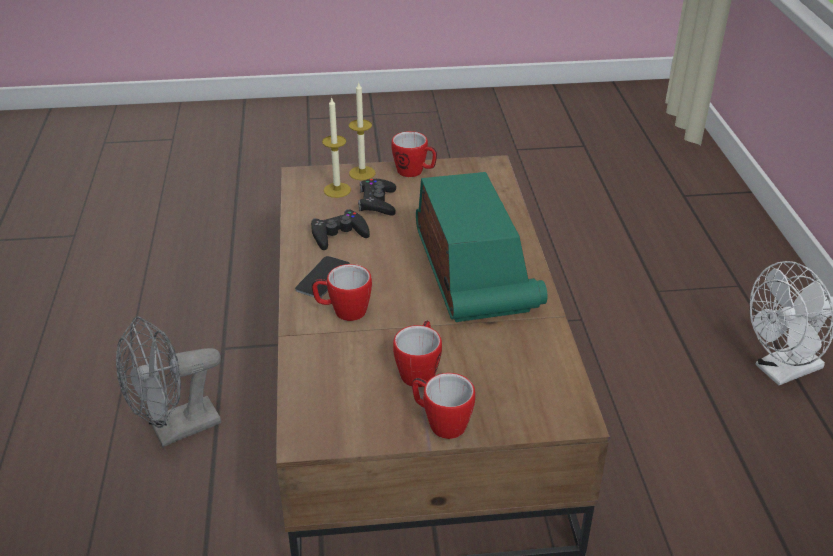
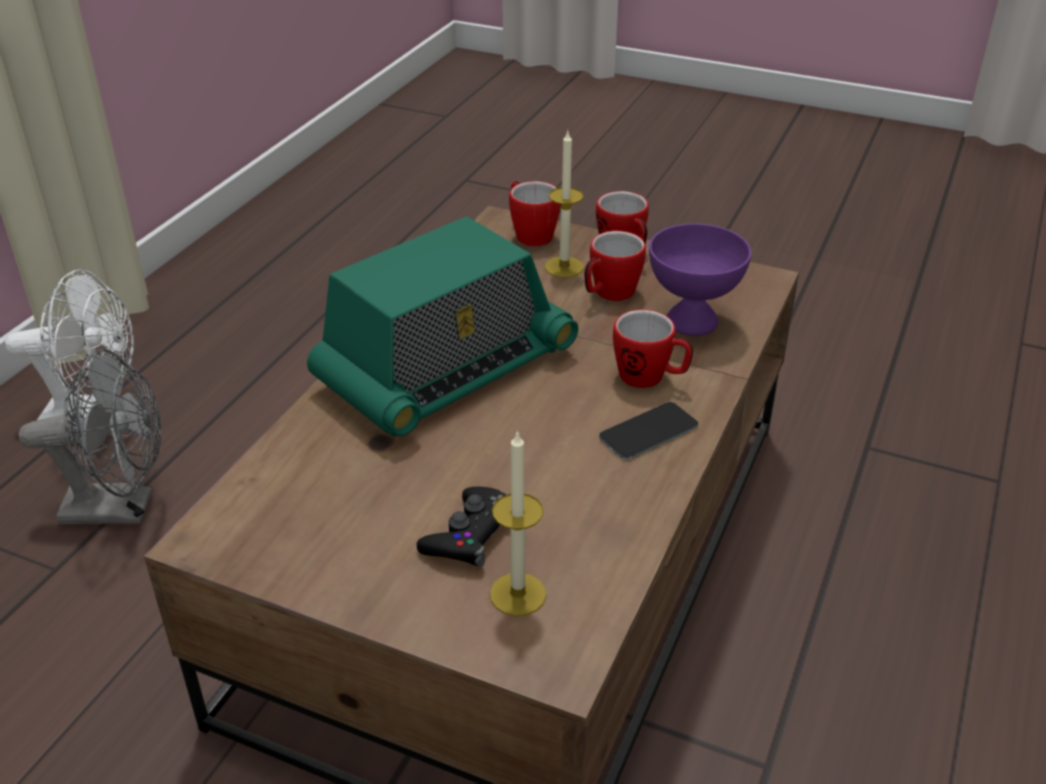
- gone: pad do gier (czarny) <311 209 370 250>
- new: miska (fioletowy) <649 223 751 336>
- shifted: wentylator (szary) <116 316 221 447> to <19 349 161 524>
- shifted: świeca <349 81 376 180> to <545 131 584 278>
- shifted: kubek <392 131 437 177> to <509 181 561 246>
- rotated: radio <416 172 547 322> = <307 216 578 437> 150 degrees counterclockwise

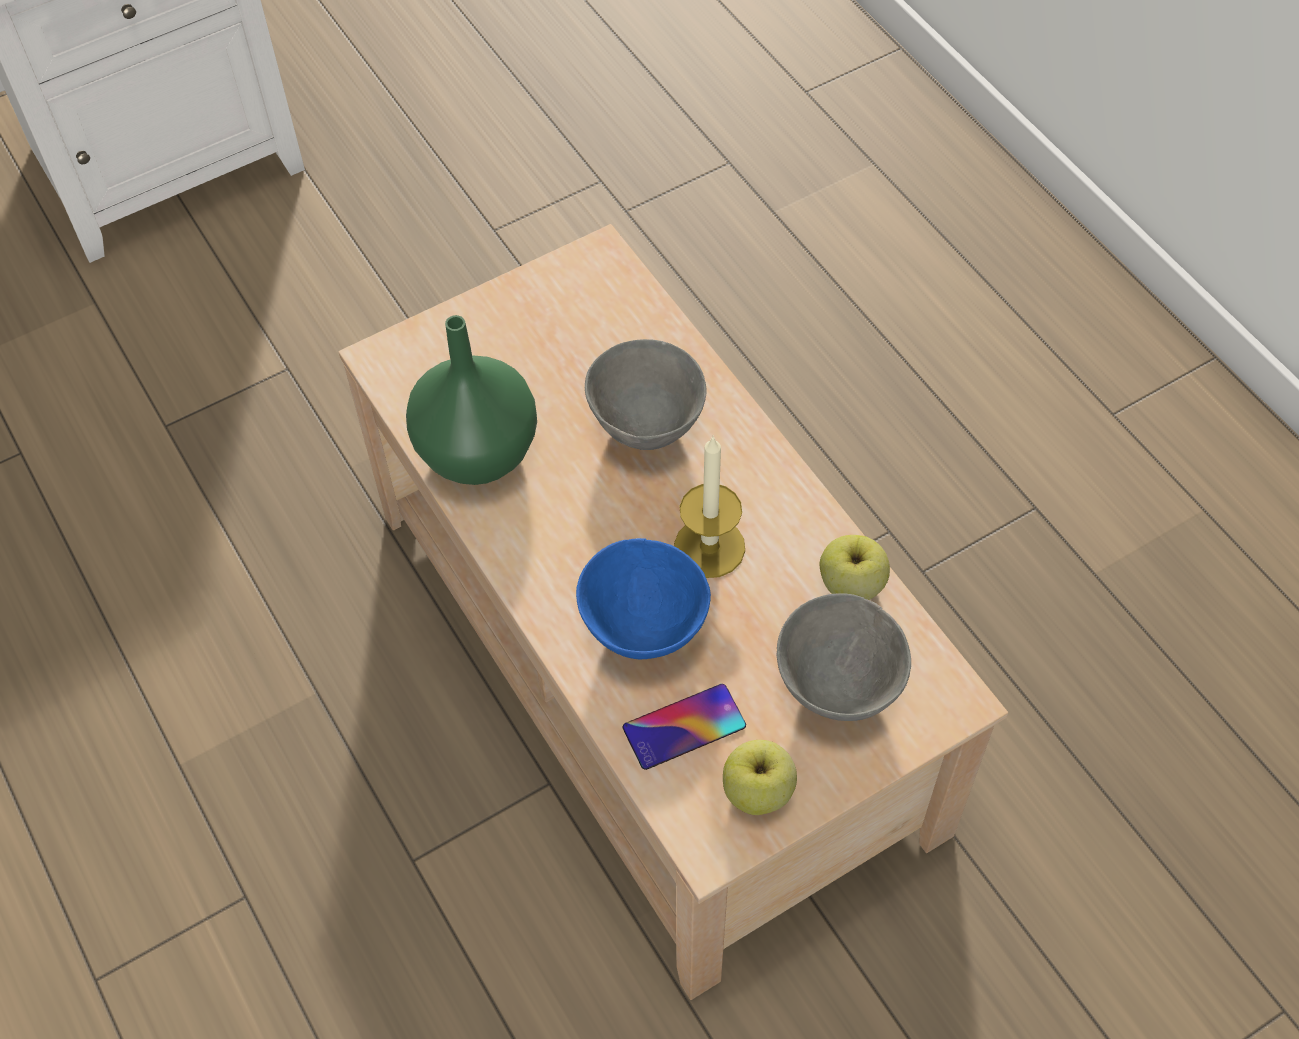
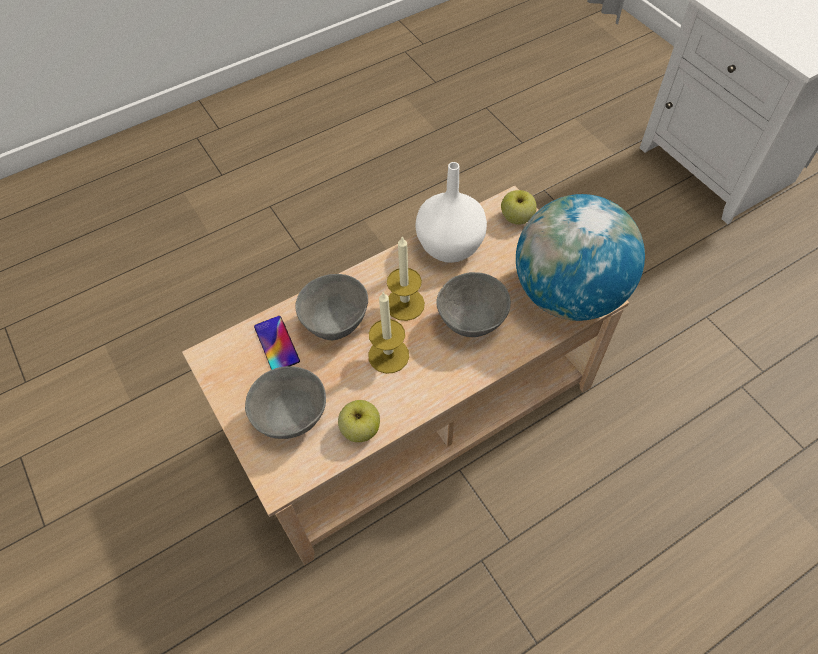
- new: świeca <387 236 425 321>
- new: globus <516 194 645 321>
- shifted: jabłko <723 740 797 815> to <501 190 537 225>
- repainted: wazon (zielony) <406 315 537 485> to wazon (biały) <415 162 487 263>
- repainted: miska (niebieski) <576 538 711 659> to miska (szary) <295 274 368 340>

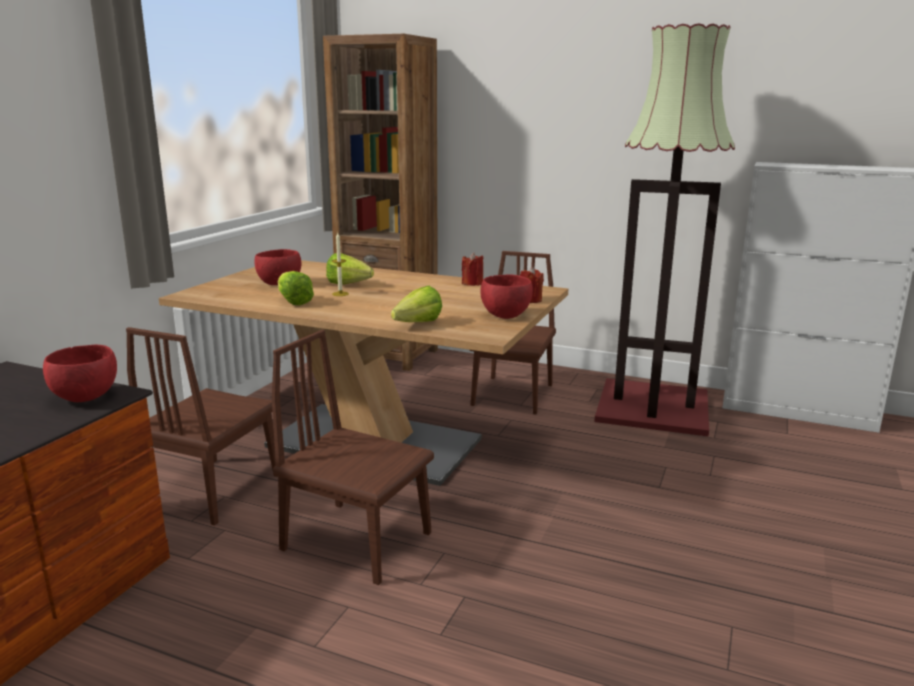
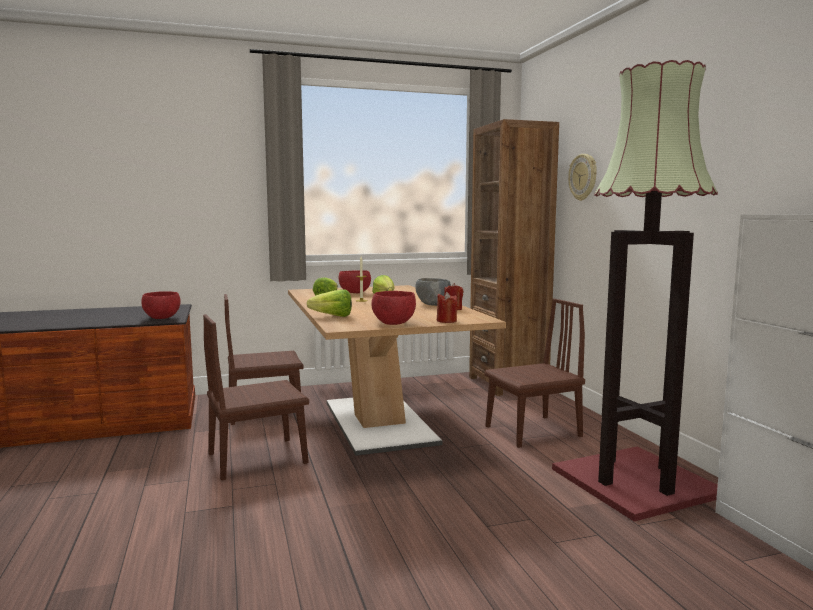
- new: miska (szary) <415 278 451 306>
- new: zegar ścienny <568 154 597 201>
- rotated: krzesło (brązowy) <272 330 434 585> = <203 314 309 480> 105 degrees counterclockwise

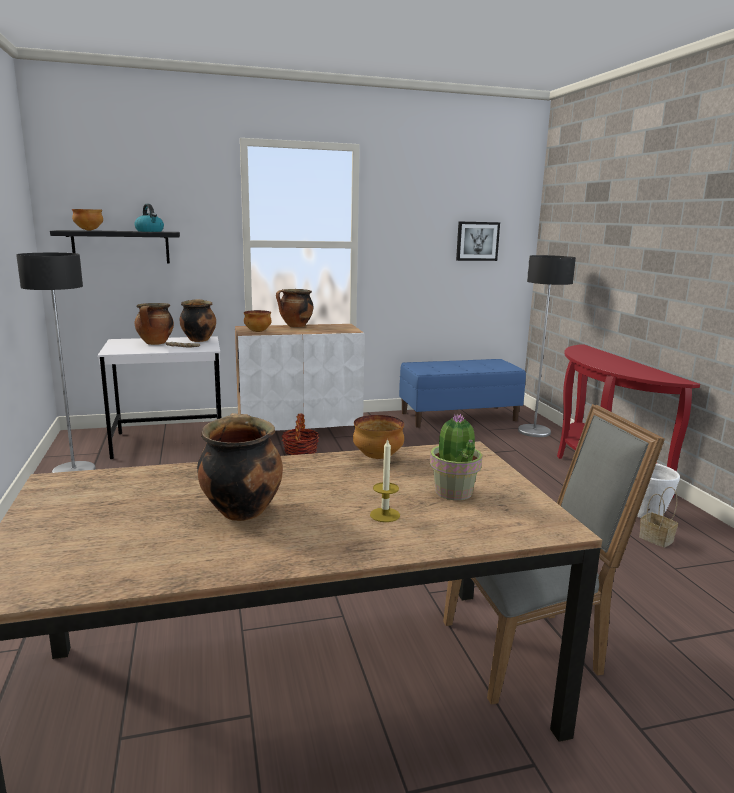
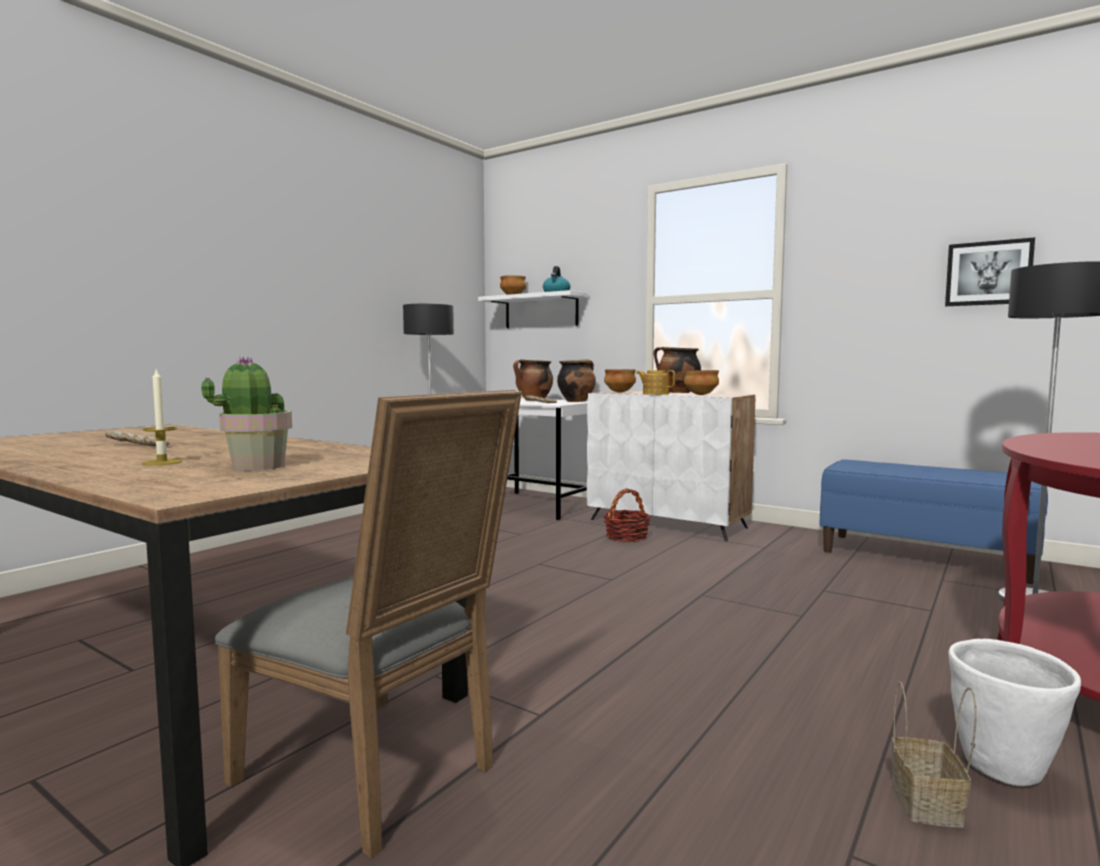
- new: imbryk <636 370 675 395>
- shifted: miska <353 415 404 459> to <684 370 719 395>
- swapped: garnek <197 413 283 521> to chleb <105 431 170 446>
- repainted: półka (czarny) <50 230 180 263> to półka (biały) <478 290 589 328>

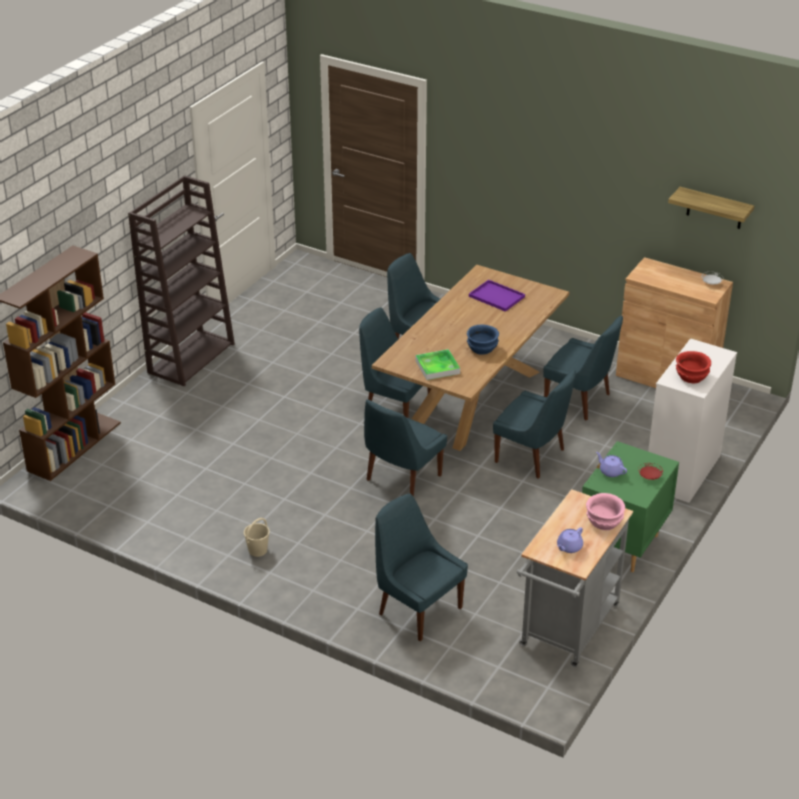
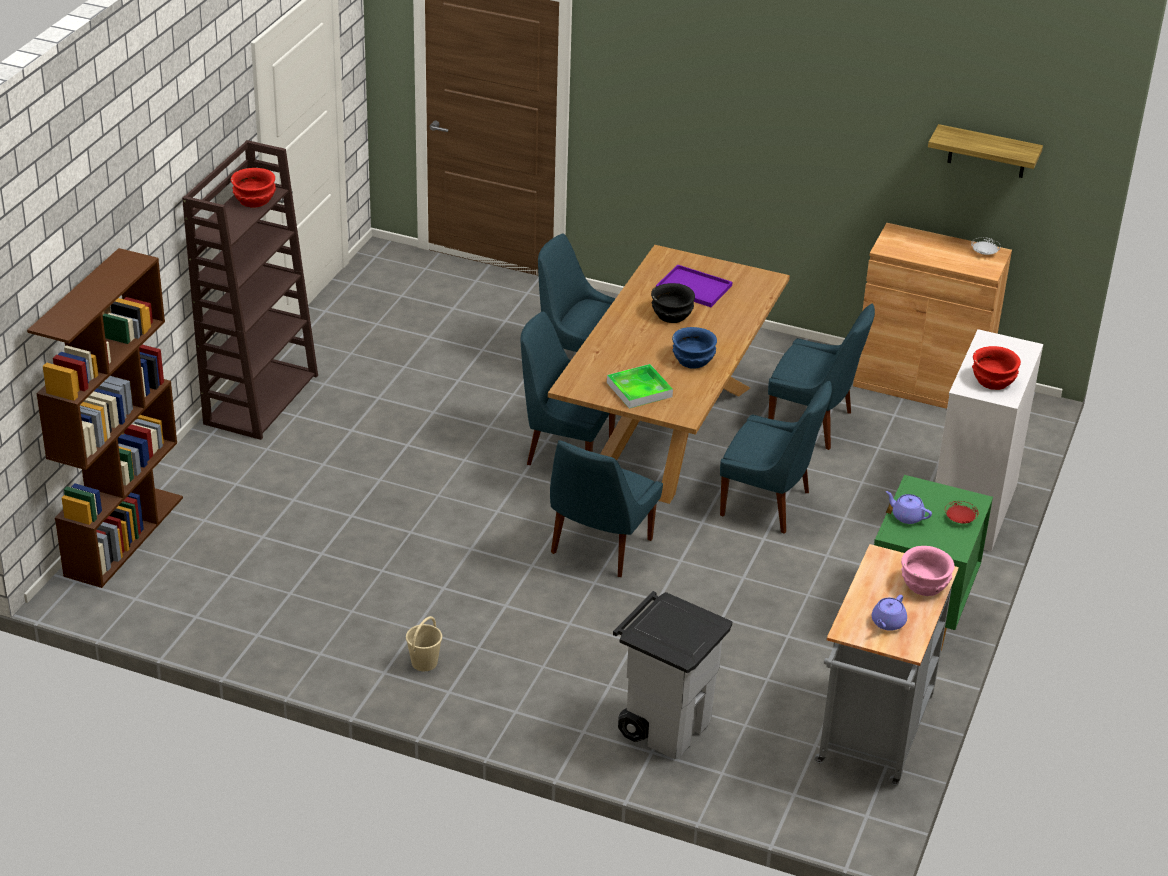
- new: miska (czerwony) <231 168 276 208>
- new: miska (czarny) <651 283 695 323>
- swapped: krzesło (niebieski) <375 494 468 641> to kosz na śmieci (szary) <613 591 733 759>

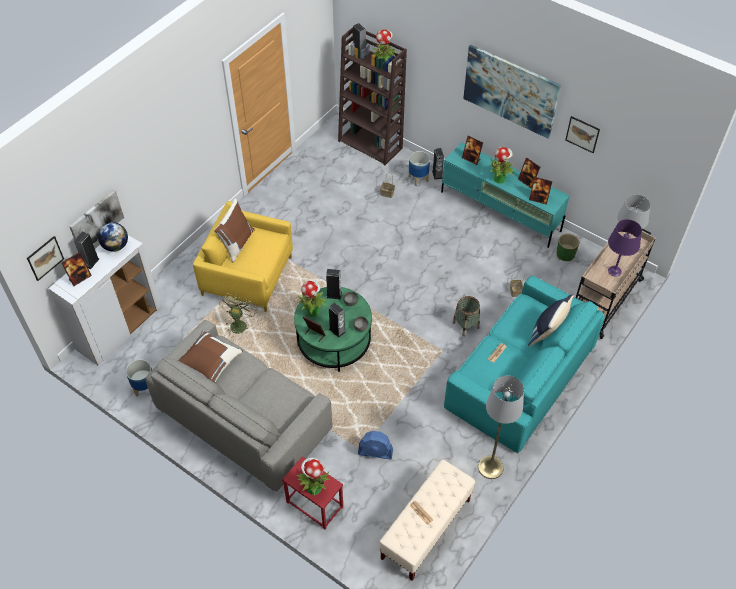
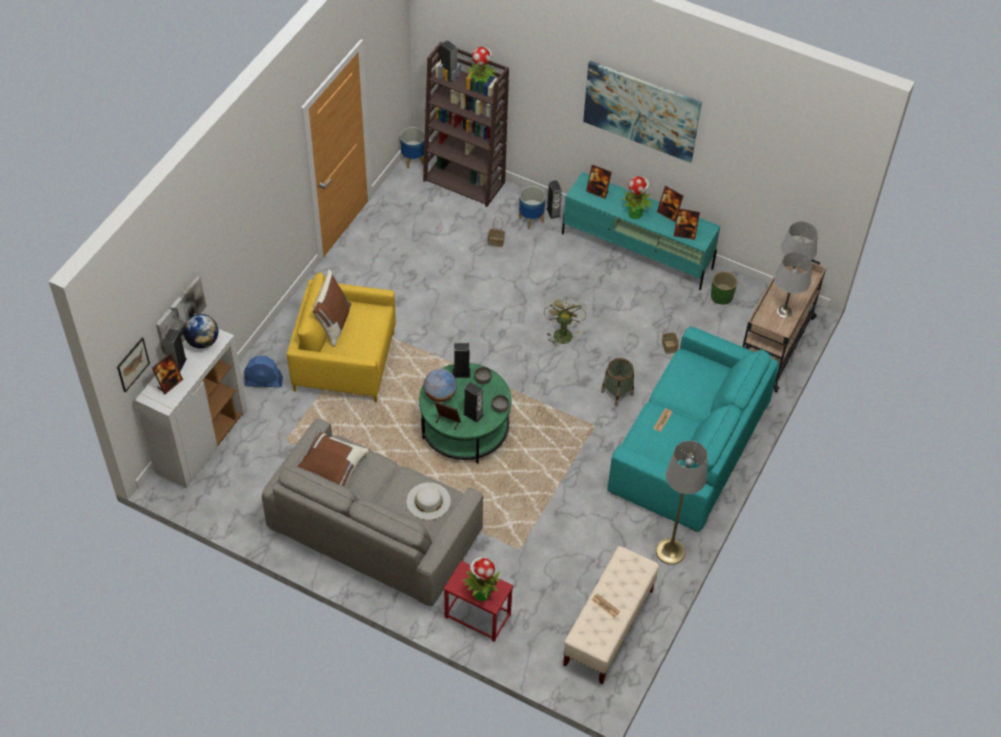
- gone: poduszka (niebieski) <528 294 573 347>
- gone: obraz <565 116 600 153>
- new: kapelusz (biały) <407 482 451 520>
- shifted: donica <126 359 152 397> to <400 127 425 169>
- shifted: wentylator (zielony) <219 294 257 335> to <544 296 587 348>
- shifted: wentylator (niebieski) <358 431 393 459> to <244 356 283 387>
- swapped: roślina doniczkowa <298 280 327 317> to globus <424 369 457 402>
- repainted: lampa stołowa (fioletowy) <608 219 642 277> to lampa stołowa (szary) <774 252 812 318>

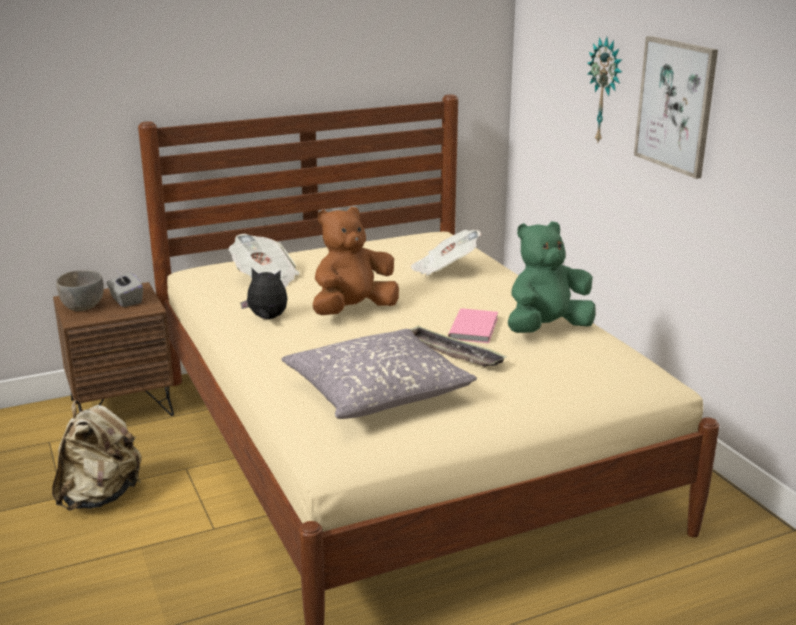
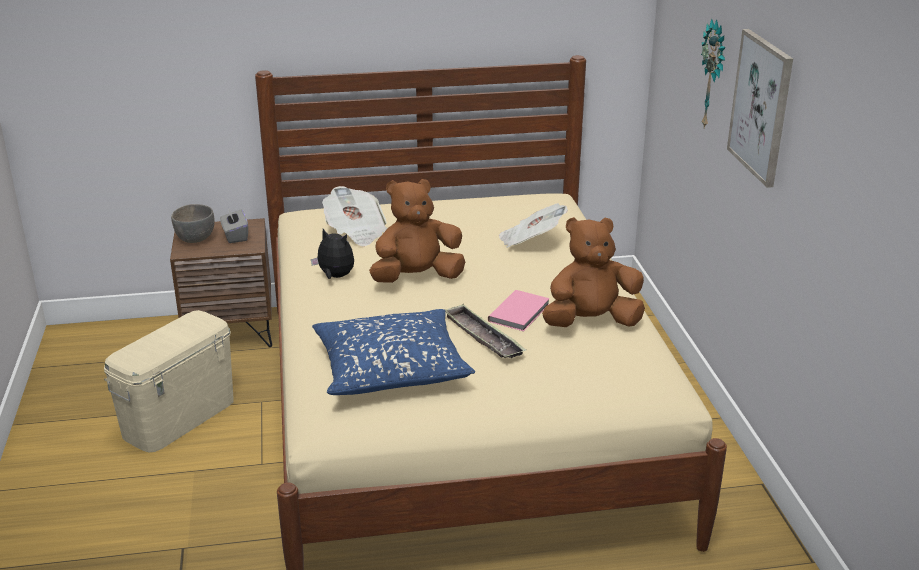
- swapped: plecak (beżowy) <52 400 142 510> to pojemnik do przechowywania (beżowy) <104 310 234 452>
- repainted: poduszka (szary) <281 329 477 419> to poduszka (niebieski) <312 309 475 395>
- repainted: pluszak (zielony) <508 221 595 333> to pluszak (brązowy) <542 217 645 327>

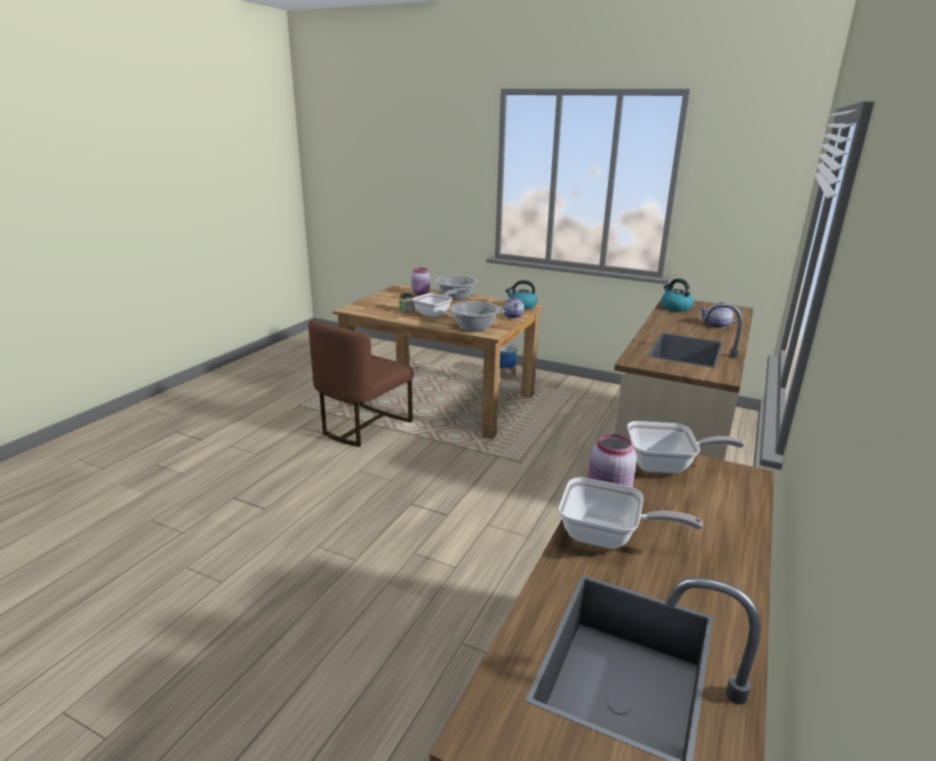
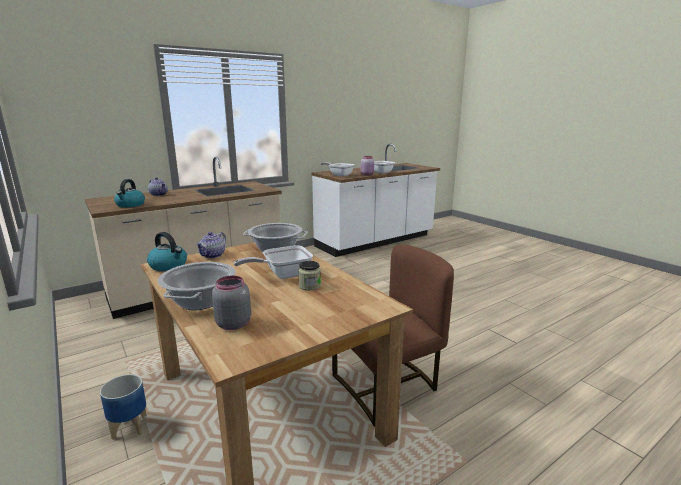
- repainted: słoik (różowy) <411 268 430 295> to słoik (szary) <212 276 251 330>

